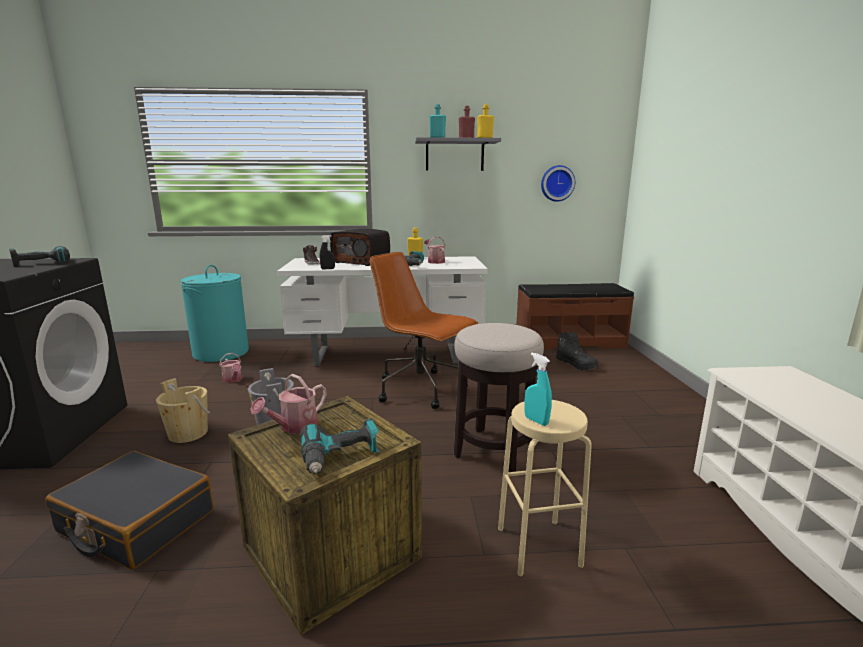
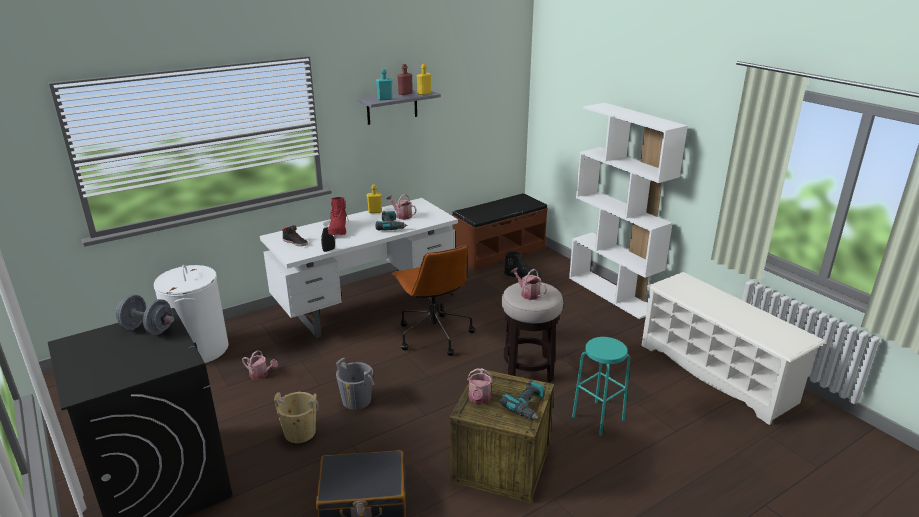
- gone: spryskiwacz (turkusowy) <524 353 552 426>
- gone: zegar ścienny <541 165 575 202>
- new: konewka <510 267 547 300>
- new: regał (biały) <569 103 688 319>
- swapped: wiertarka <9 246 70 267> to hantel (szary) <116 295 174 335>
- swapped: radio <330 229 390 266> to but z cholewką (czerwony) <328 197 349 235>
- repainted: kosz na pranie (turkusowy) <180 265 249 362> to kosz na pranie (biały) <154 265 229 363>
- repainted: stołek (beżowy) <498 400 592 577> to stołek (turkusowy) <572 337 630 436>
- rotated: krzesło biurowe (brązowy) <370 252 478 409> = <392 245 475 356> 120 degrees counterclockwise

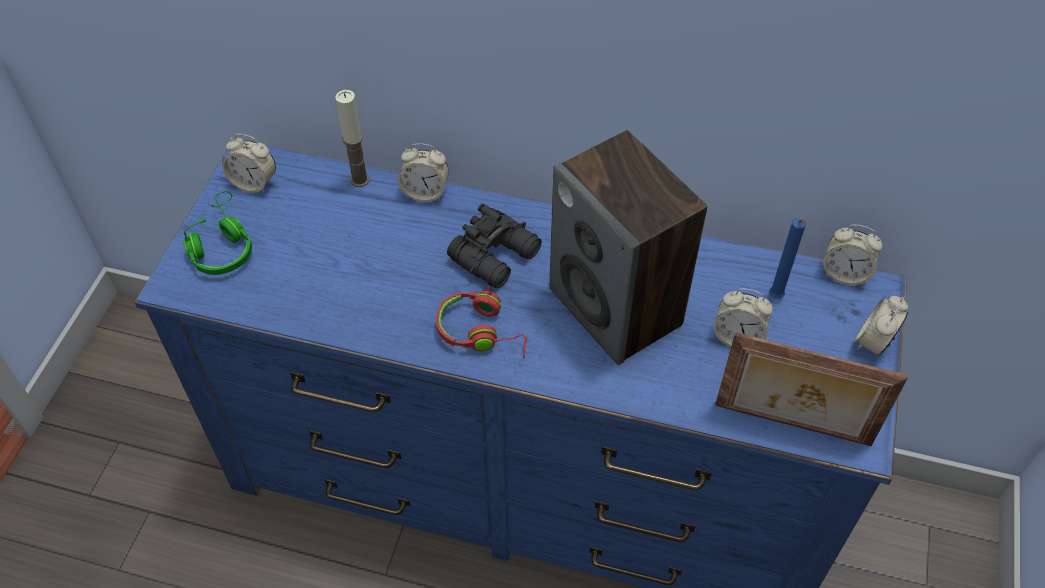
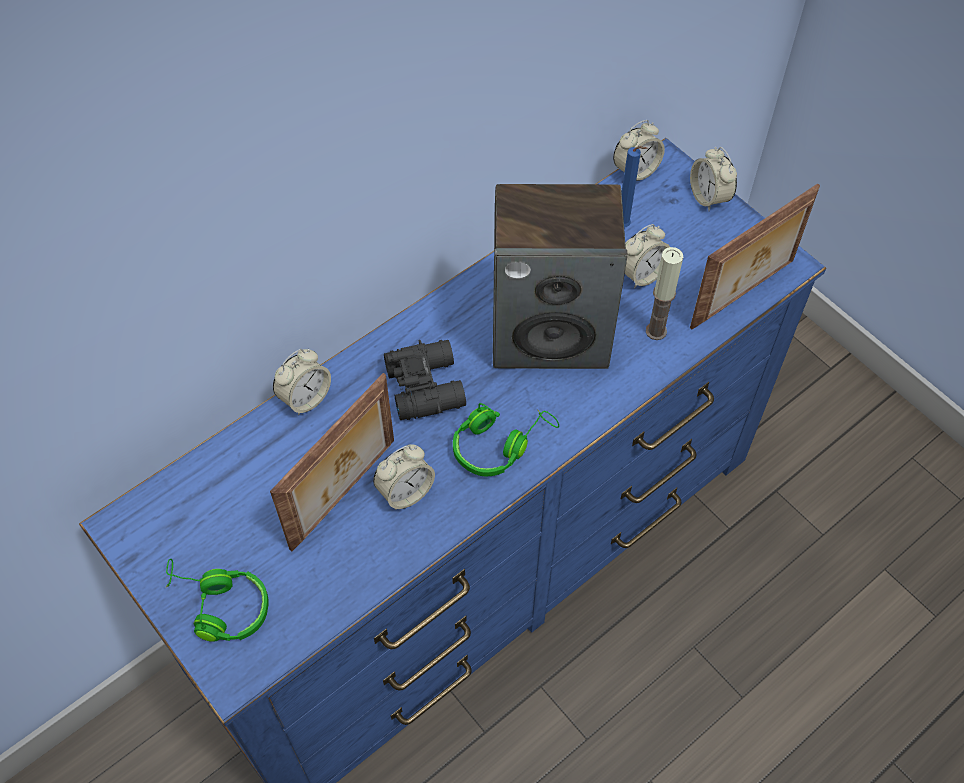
- new: ramka na zdjęcie <270 373 394 552>
- shifted: budzik <222 134 276 193> to <373 444 435 510>
- shifted: świeca <335 90 370 187> to <646 247 683 340>
- repainted: słuchawki (czerwony) <436 286 527 358> to słuchawki (zielony) <453 403 559 476>

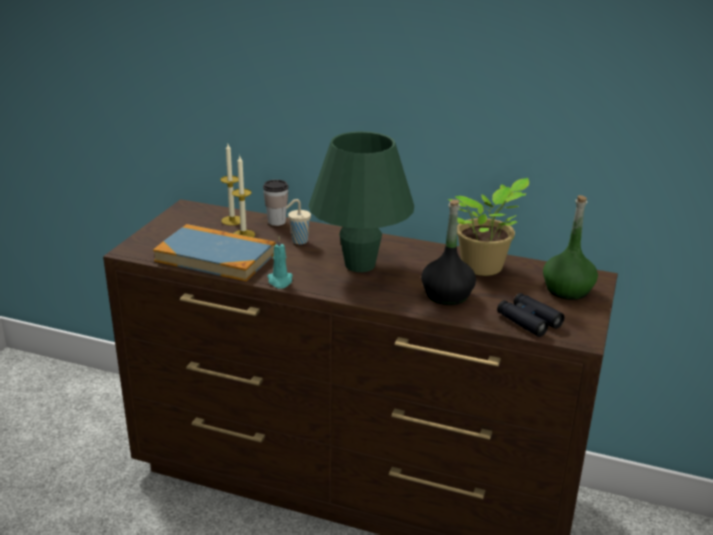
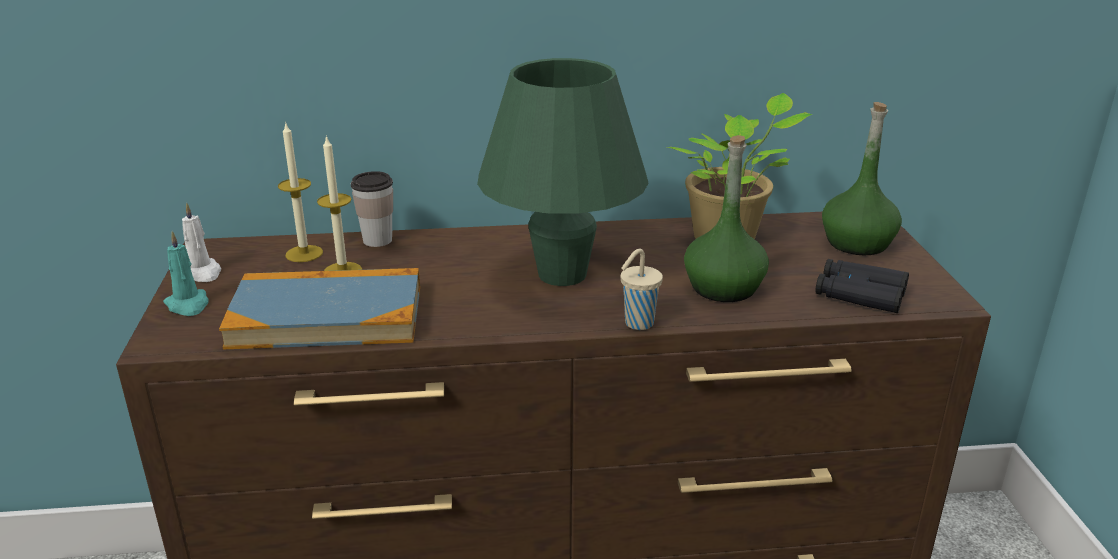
- new: świeca (biały) <182 202 221 282>
- shifted: świeca (turkusowy) <267 236 293 289> to <163 231 209 316>
- shifted: filiżanka (beżowy) <286 199 311 244> to <621 249 663 330>
- repainted: butelka (czarny) <421 200 476 305> to butelka (zielony) <684 135 769 302>

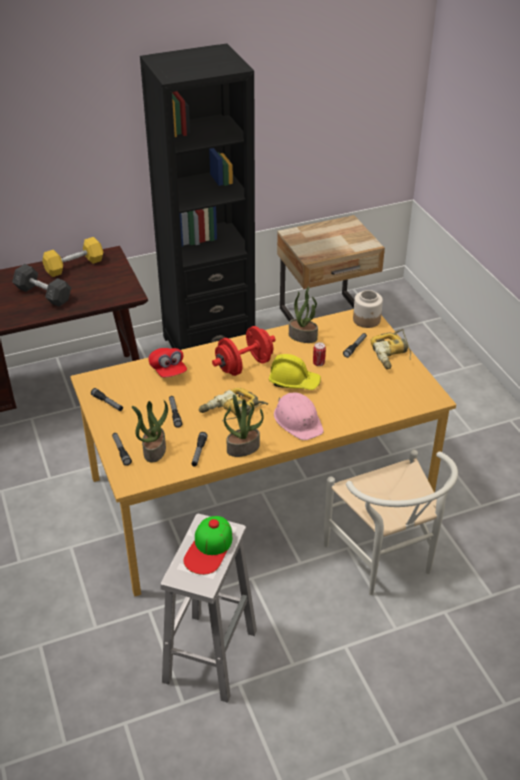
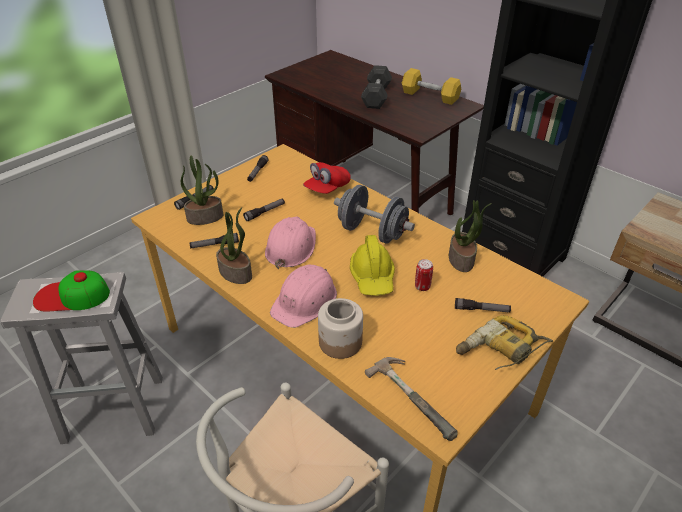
- new: młotek <365 357 458 441>
- shifted: słoik <353 290 383 328> to <318 298 363 359>
- swapped: wiertarka <198 388 268 421> to kask (różowy) <265 216 316 269>
- repainted: hantel (czerwony) <212 326 276 376> to hantel (szary) <334 185 415 244>

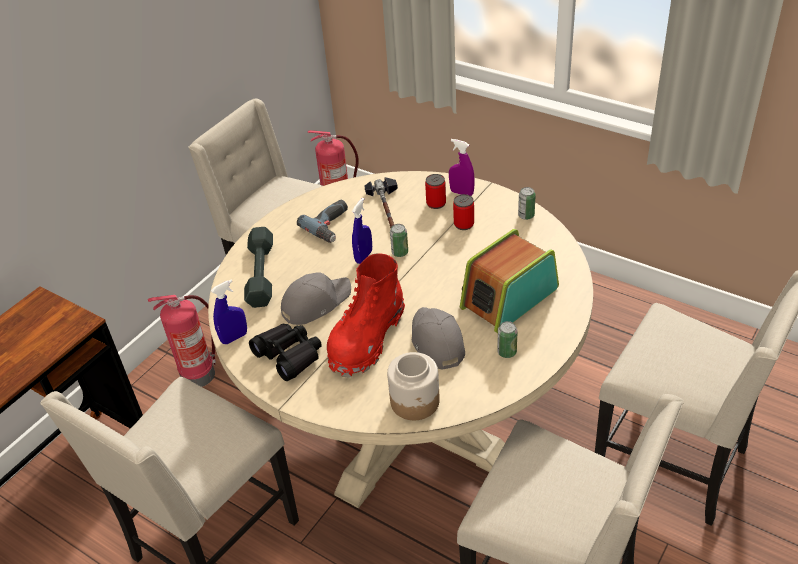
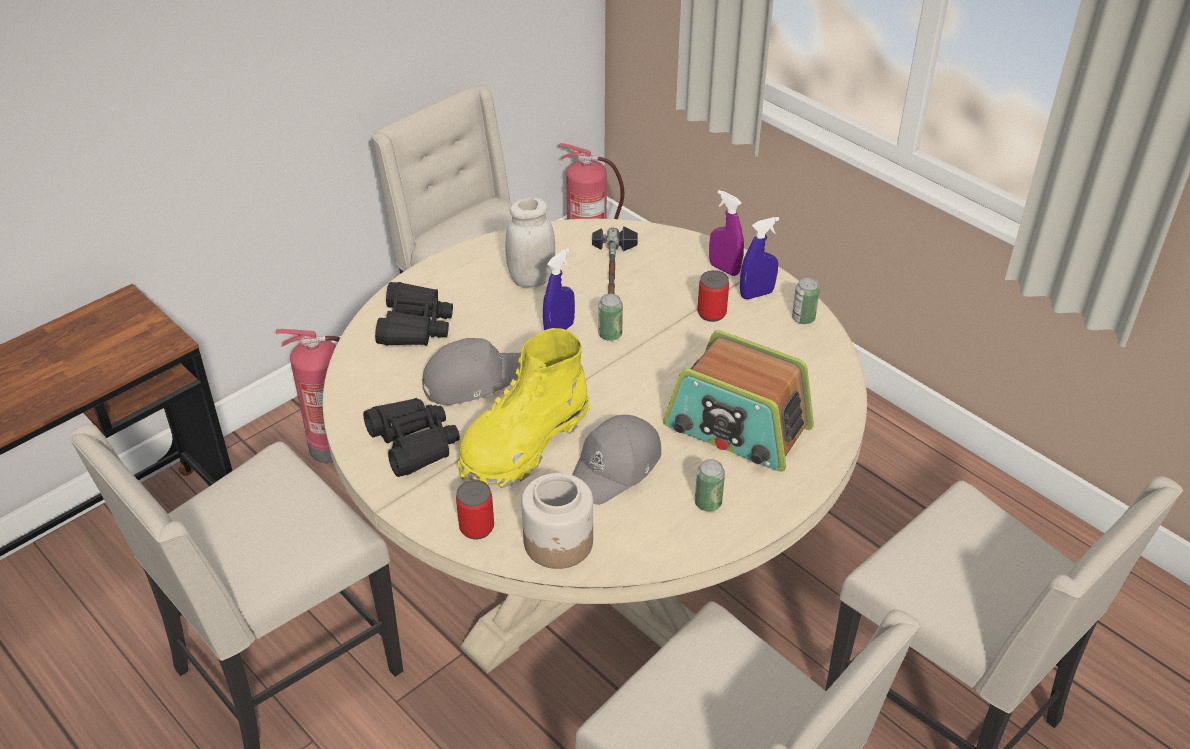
- shifted: spryskiwacz (niebieski) <211 280 247 344> to <740 217 779 299>
- shifted: puszka <425 174 446 209> to <456 480 494 539>
- swapped: hantel (szary) <244 227 273 308> to lornetka (czarny) <375 282 453 345>
- swapped: wiertarka <297 200 348 243> to słoik (biały) <505 197 555 287>
- repainted: but z cholewką (czerwony) <327 253 405 378> to but z cholewką (żółty) <457 328 590 488>
- rotated: czapka z daszkiem (szary) <412 307 465 370> = <572 415 661 505> 135 degrees counterclockwise
- rotated: radio <460 229 559 333> = <663 330 814 472> 120 degrees counterclockwise

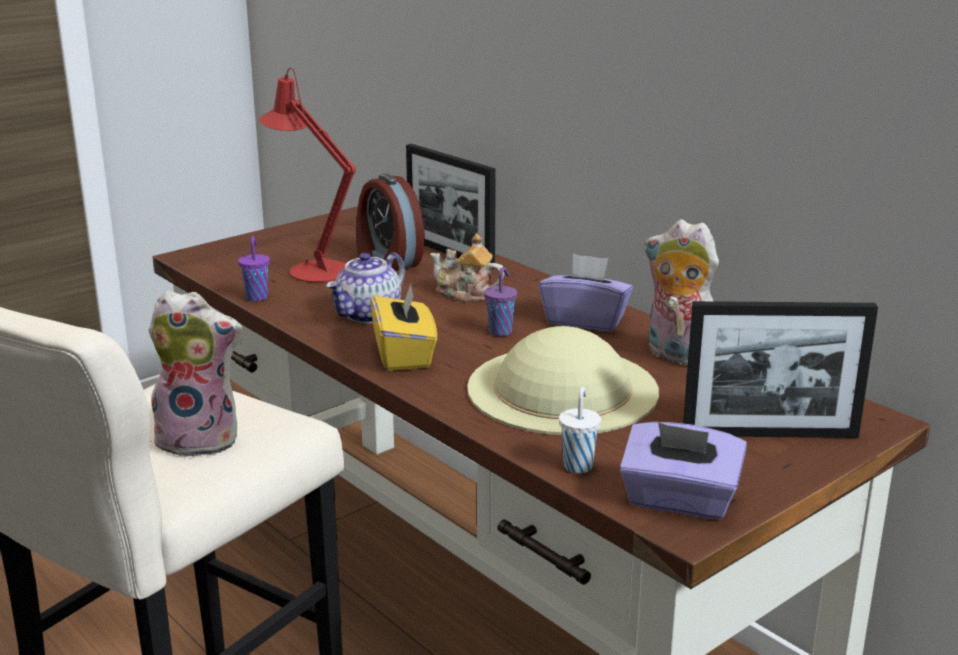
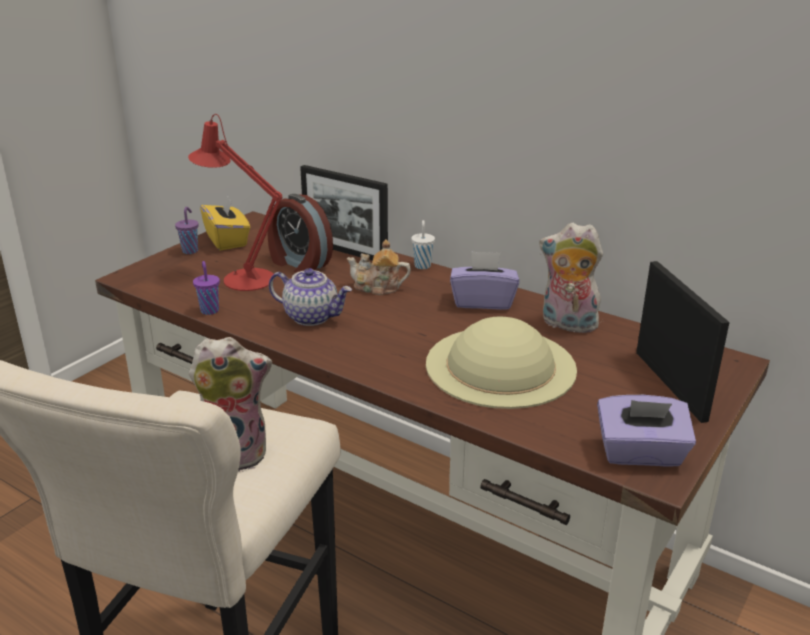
- shifted: pudełko chusteczek (żółty) <371 284 437 371> to <200 195 250 251>
- shifted: filiżanka (fioletowy) <484 267 517 336> to <175 207 199 254>
- shifted: filiżanka (biały) <559 387 601 473> to <411 220 435 269>
- rotated: imbryk <326 252 405 323> = <269 268 352 326> 90 degrees counterclockwise
- rotated: ramka na zdjęcie <683 301 878 438> = <636 261 730 423> 90 degrees counterclockwise

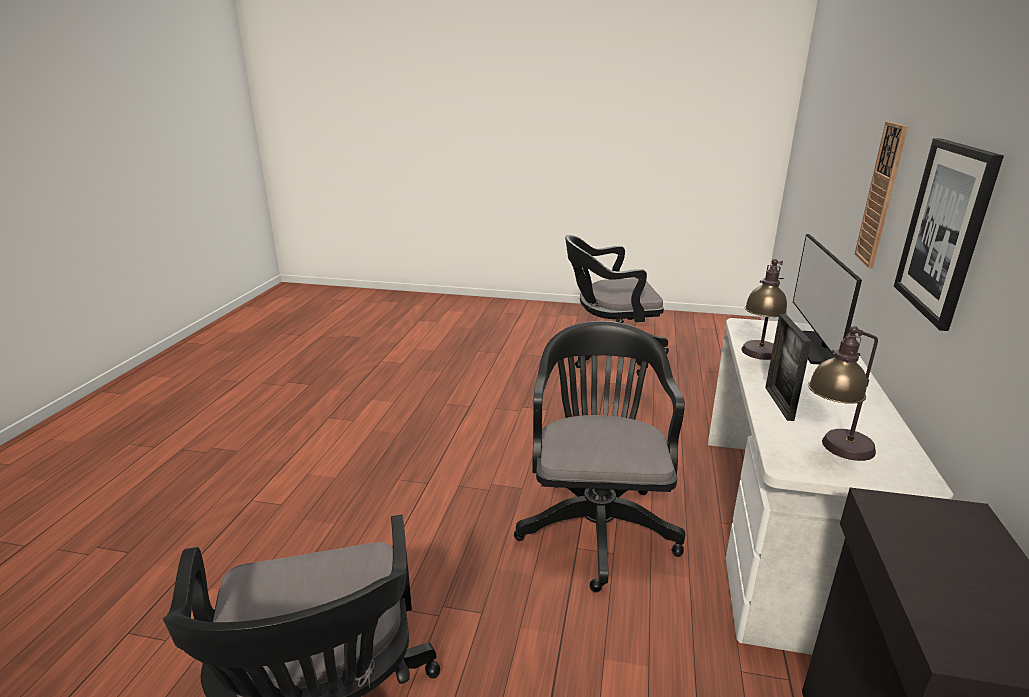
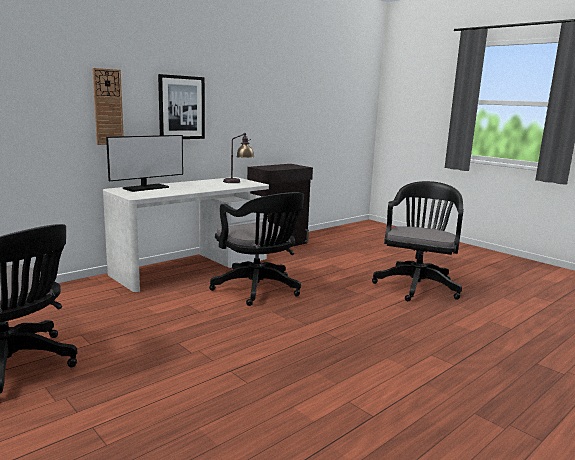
- gone: lampa stołowa <741 259 787 360>
- gone: ramka na zdjęcie <765 314 812 421>
- rotated: krzesło biurowe (czarny) <514 321 685 592> = <209 192 304 306> 75 degrees counterclockwise

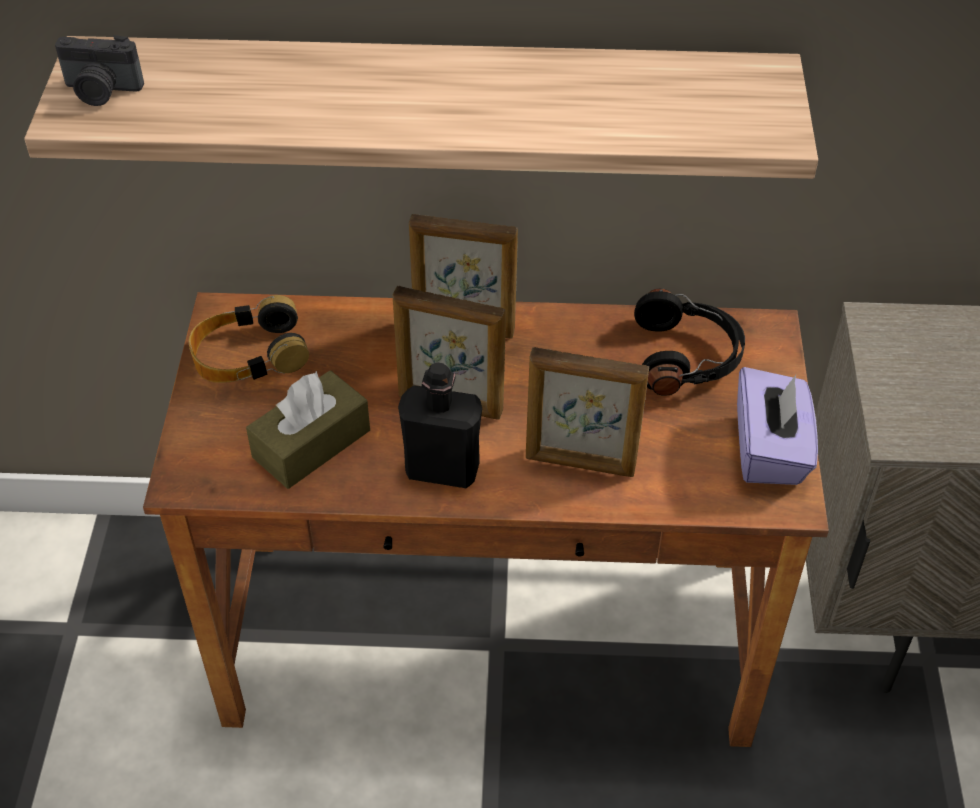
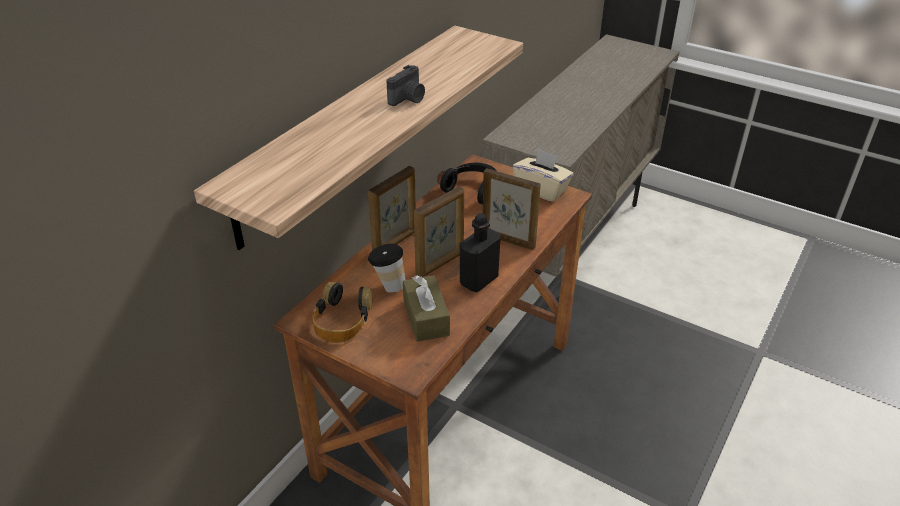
- new: filiżanka <368 244 405 293>
- shifted: aparat fotograficzny <55 35 144 106> to <386 65 425 106>
- repainted: pudełko chusteczek (fioletowy) <737 367 818 485> to pudełko chusteczek (beżowy) <512 149 574 202>
- rotated: ramka na zdjęcie <526 347 649 477> = <483 169 541 250> 105 degrees counterclockwise

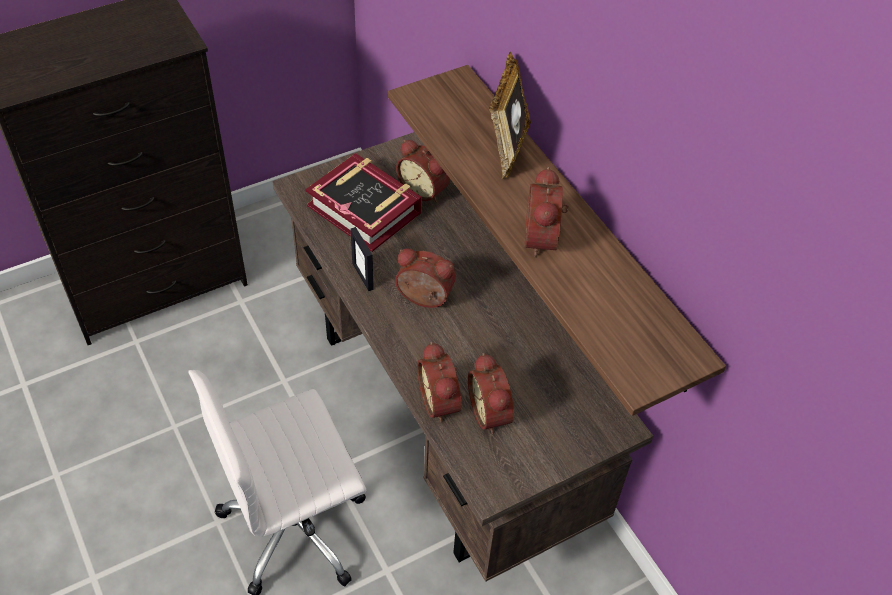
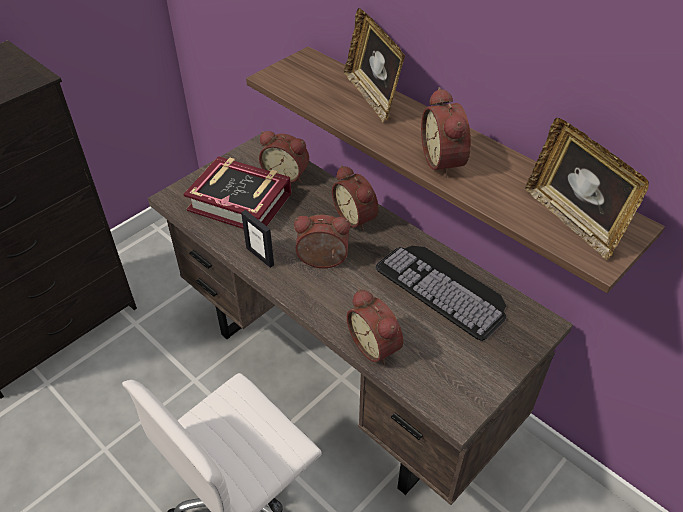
- new: klawiatura <375 246 507 341>
- new: ramka na zdjęcie <525 118 649 260>
- shifted: budzik <468 353 514 434> to <332 165 379 231>

